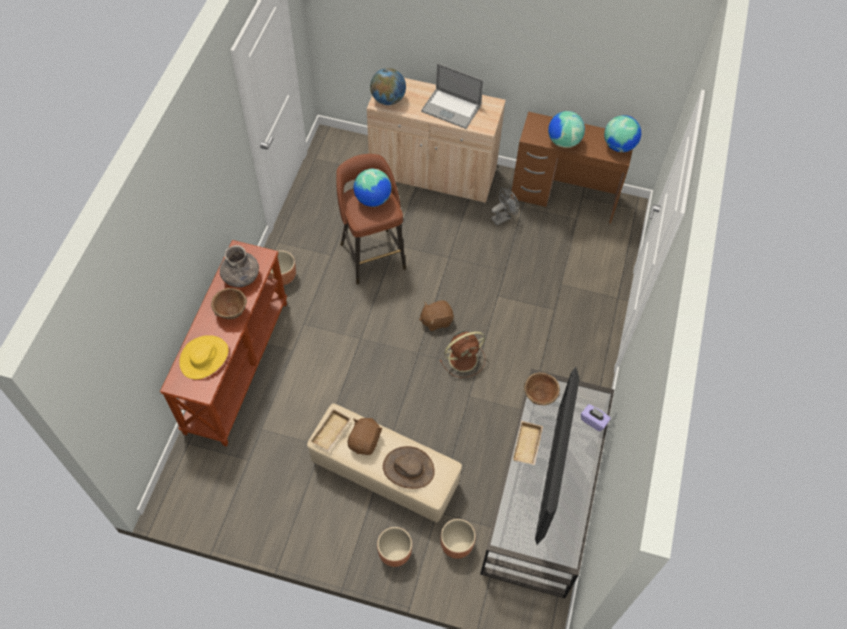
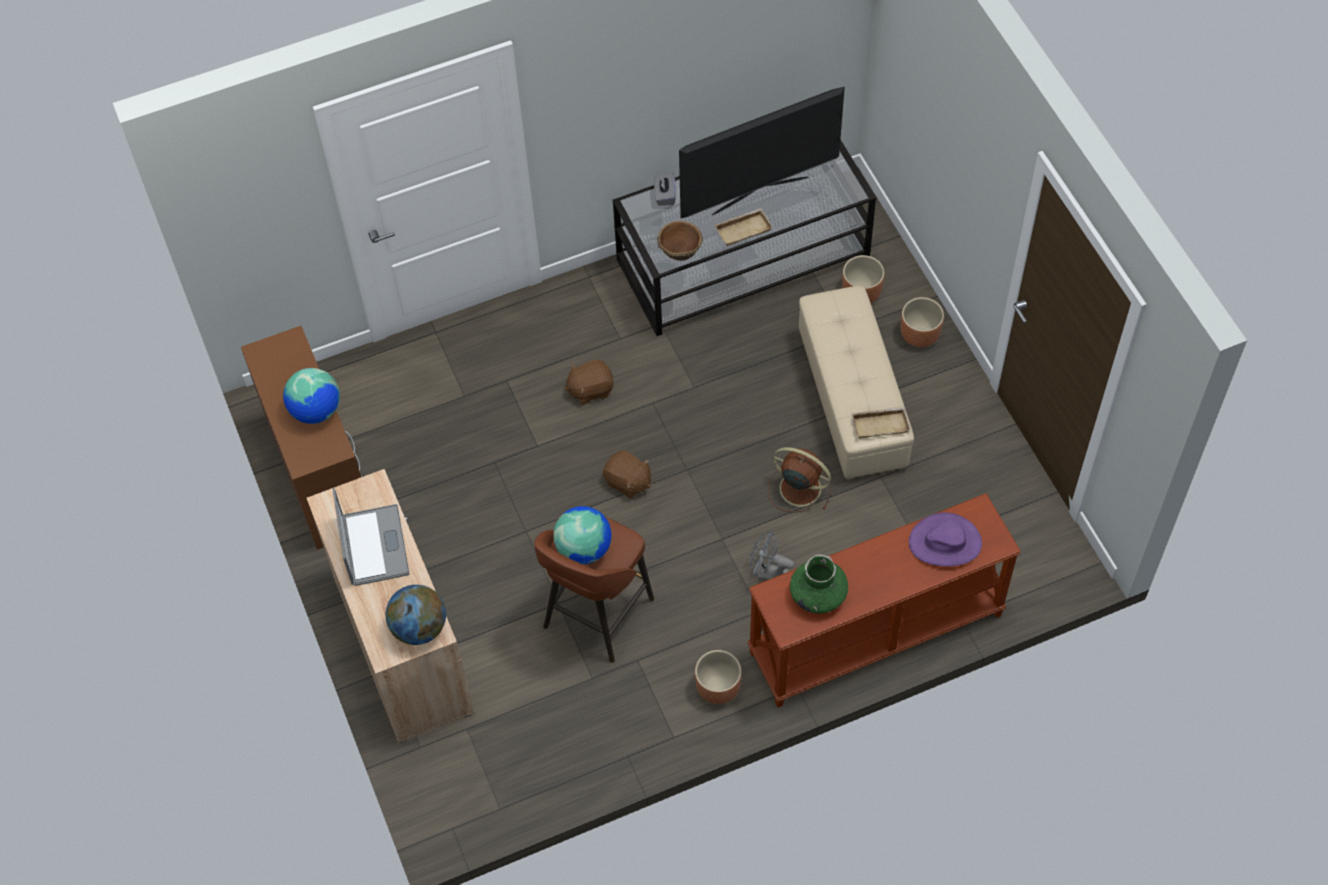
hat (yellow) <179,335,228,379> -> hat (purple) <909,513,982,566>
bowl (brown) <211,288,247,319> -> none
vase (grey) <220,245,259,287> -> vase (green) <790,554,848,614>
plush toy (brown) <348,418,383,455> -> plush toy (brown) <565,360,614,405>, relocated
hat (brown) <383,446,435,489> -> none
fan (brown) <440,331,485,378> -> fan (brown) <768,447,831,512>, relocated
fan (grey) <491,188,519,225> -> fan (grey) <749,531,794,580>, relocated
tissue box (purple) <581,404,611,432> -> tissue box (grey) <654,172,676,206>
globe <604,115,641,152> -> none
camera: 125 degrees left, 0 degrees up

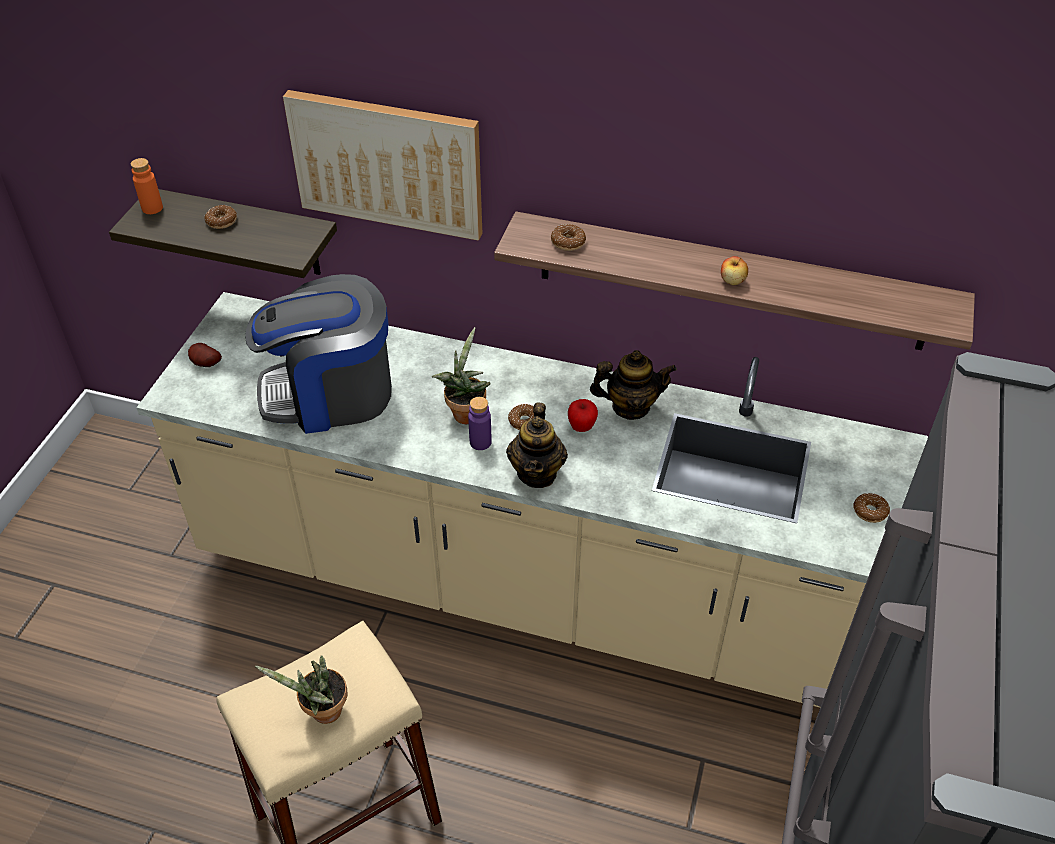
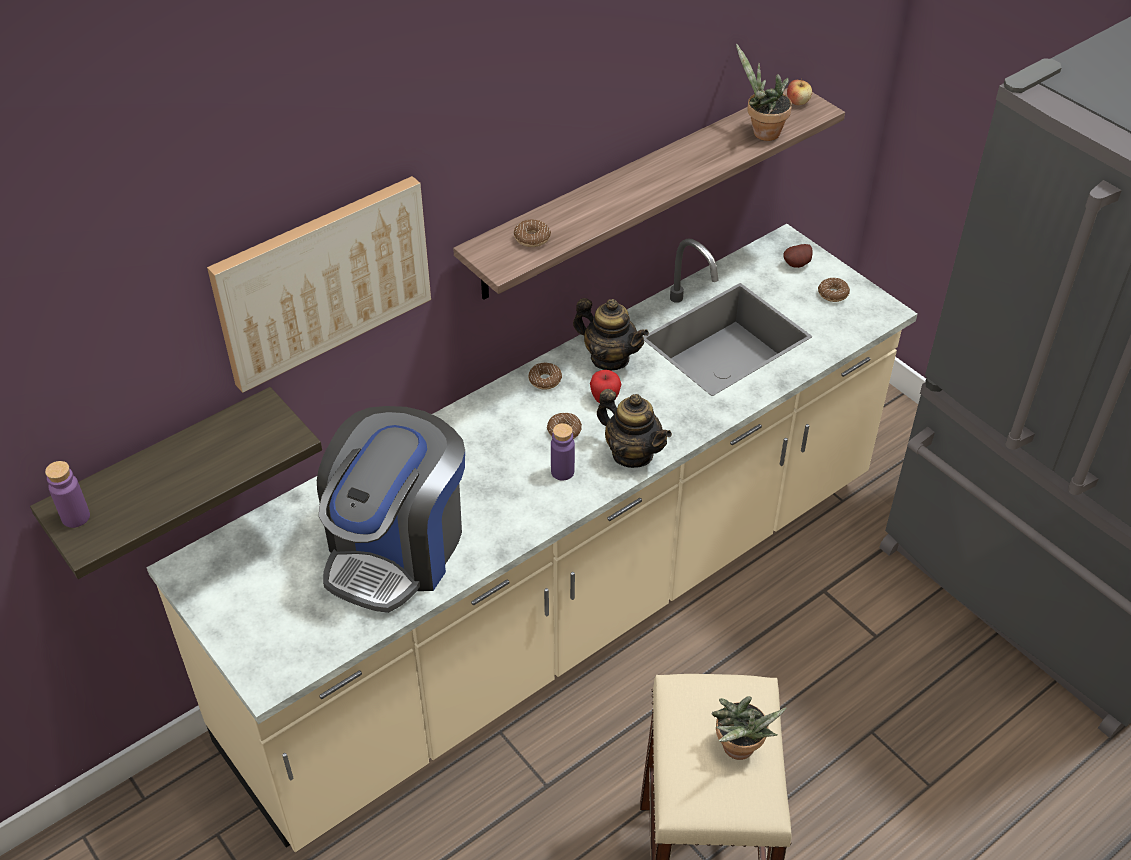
bottle (orange) <131,158,163,214> -> bottle (purple) <45,461,90,528>
potato <188,343,222,367> -> potato <783,244,813,268>, relocated
donut <204,205,237,229> -> donut <528,363,562,390>, relocated
potted plant <431,327,490,424> -> potted plant <736,44,792,141>, relocated
teapot <590,350,677,420> -> teapot <573,298,649,370>, 90 degrees clockwise
apple <721,256,748,285> -> apple <787,78,812,105>, relocated
camera: 55 degrees left, 0 degrees up

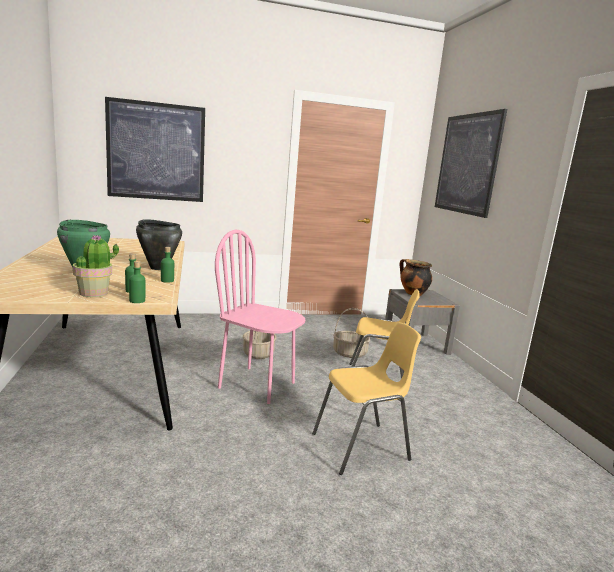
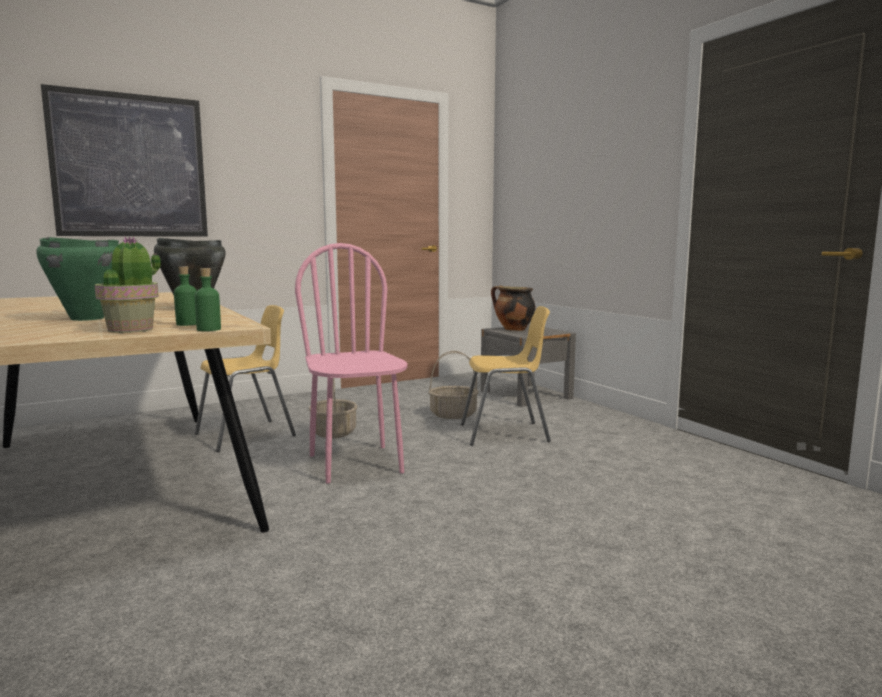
bottle (green) <161,247,174,283> -> none
chair (pink) <215,230,305,404> -> chair (pink) <295,243,408,484>, 60 degrees clockwise
chair (yellow) <312,322,421,475> -> chair (yellow) <195,305,296,452>, relocated
picture <435,109,507,218> -> none
camera: 15 degrees left, 5 degrees down

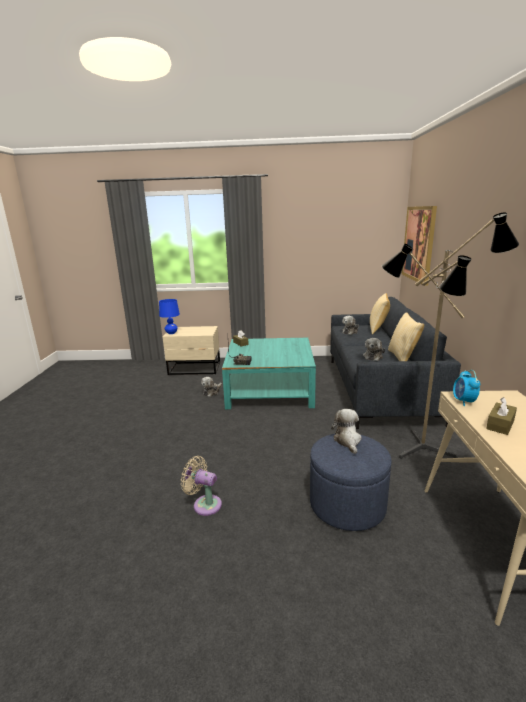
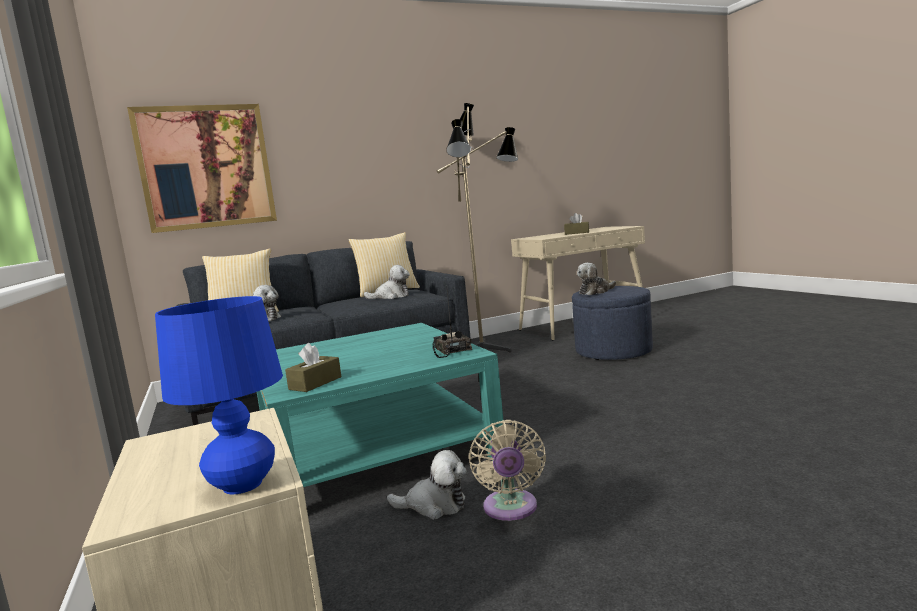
fan (beige) <181,456,222,516> -> fan (beige) <468,420,546,521>, relocated
alarm clock <453,370,480,406> -> none
camera: 115 degrees left, 10 degrees down

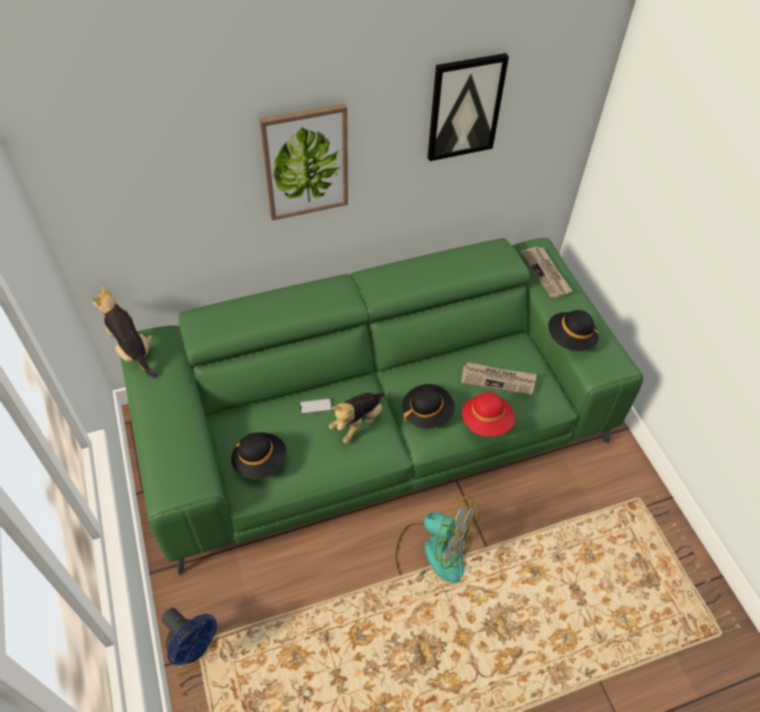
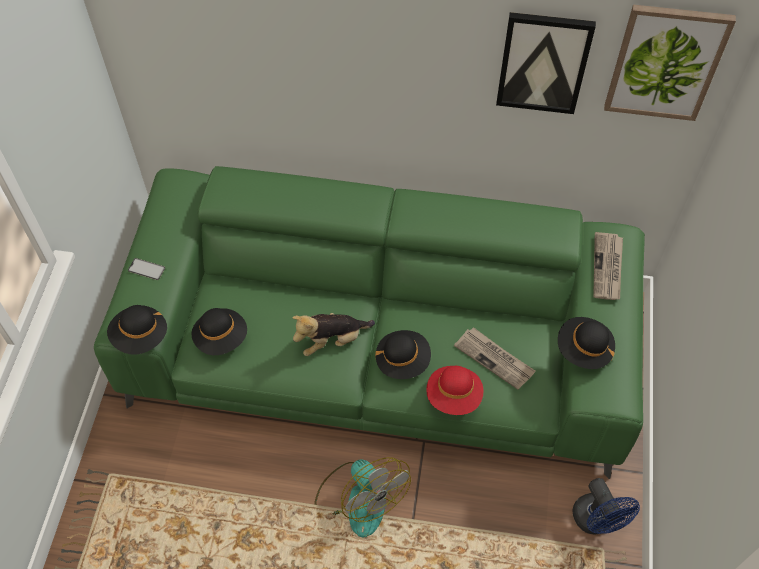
plush toy <93,286,157,378> -> none
fan (blue) <161,608,217,666> -> fan (blue) <573,478,640,534>, relocated
picture <259,103,348,221> -> picture <604,5,736,121>, relocated
phone <299,398,332,415> -> phone <128,258,165,280>, relocated
none -> hat (black) <107,305,167,355>
camera: 30 degrees right, 5 degrees up

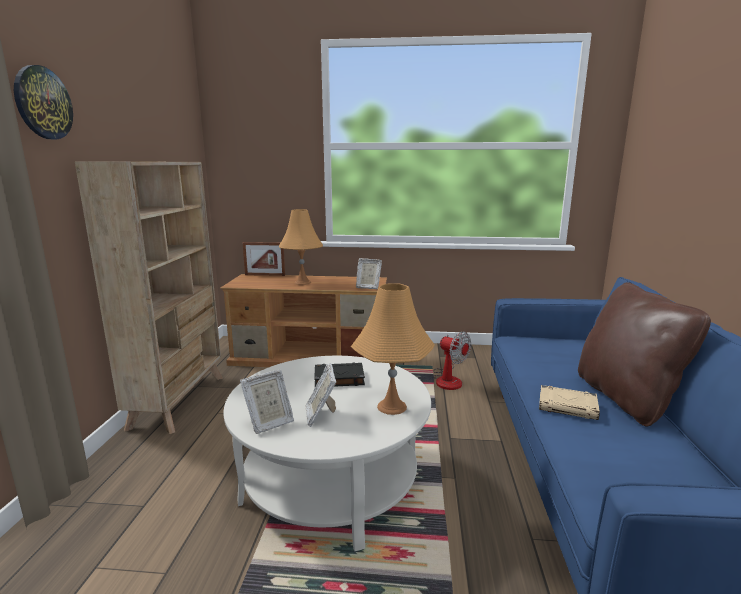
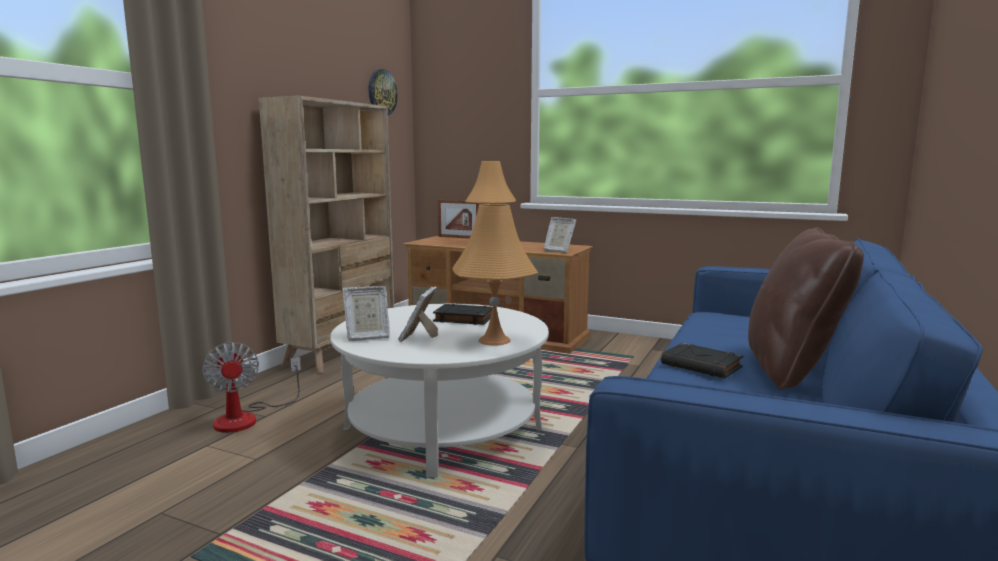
wall clock <14,65,73,139> -> wall clock <369,69,398,115>, relocated
fan <434,332,471,390> -> fan <202,342,301,433>, relocated
book (beige) <539,385,600,420> -> book (black) <661,343,743,378>
camera: 20 degrees right, 5 degrees down

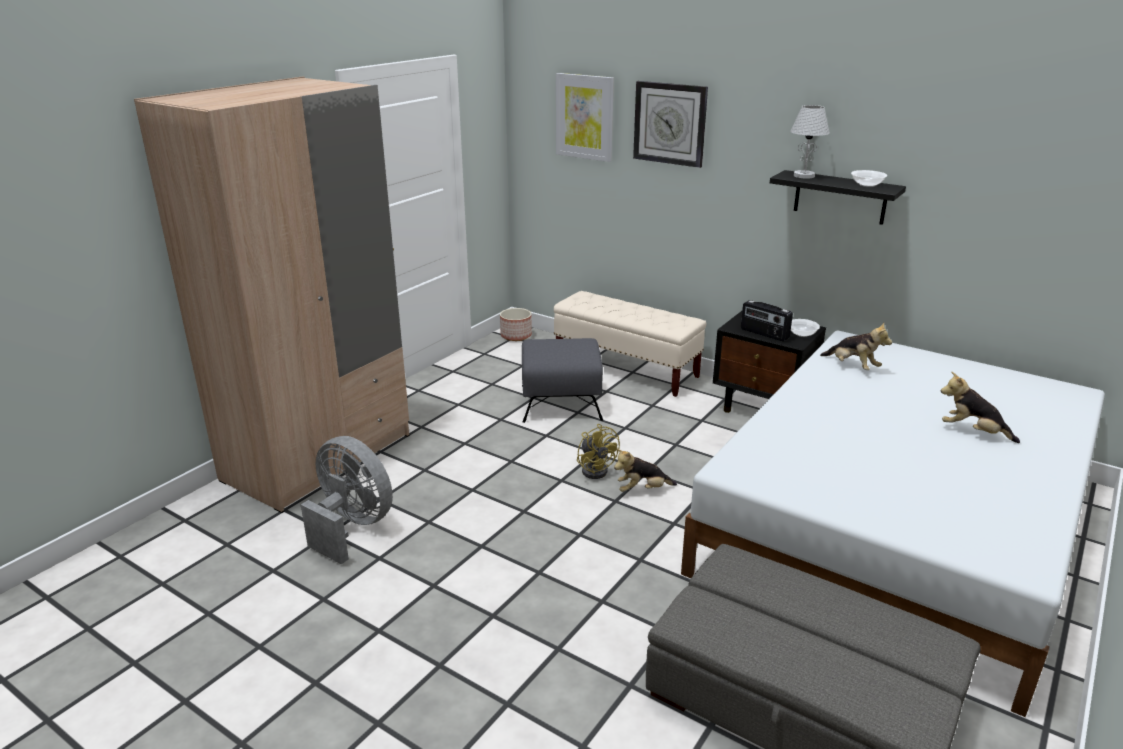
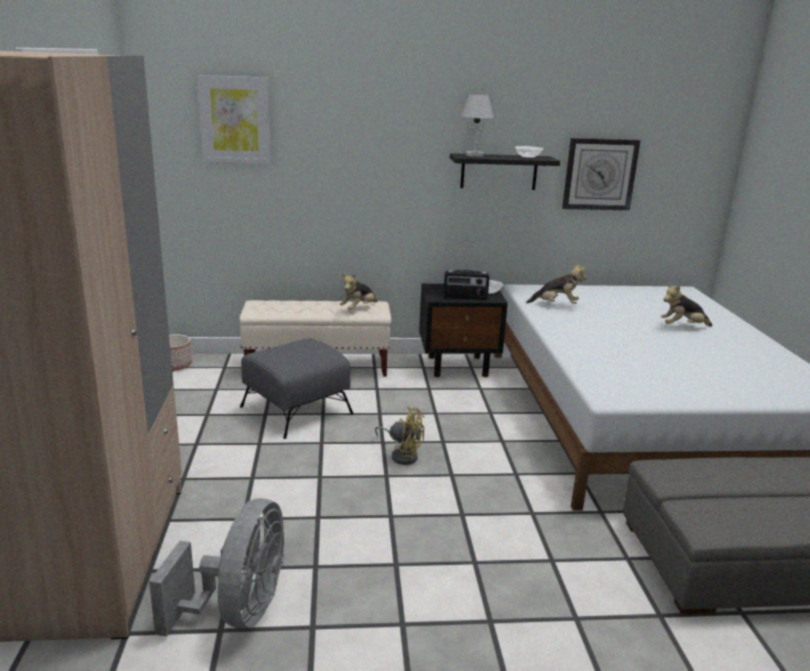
fan (grey) <301,436,393,564> -> fan (grey) <149,498,284,637>, 105 degrees clockwise
plush toy <614,449,677,492> -> plush toy <340,274,377,310>, relocated
wall clock <633,81,708,168> -> wall clock <562,138,641,210>, relocated
camera: 40 degrees left, 5 degrees down

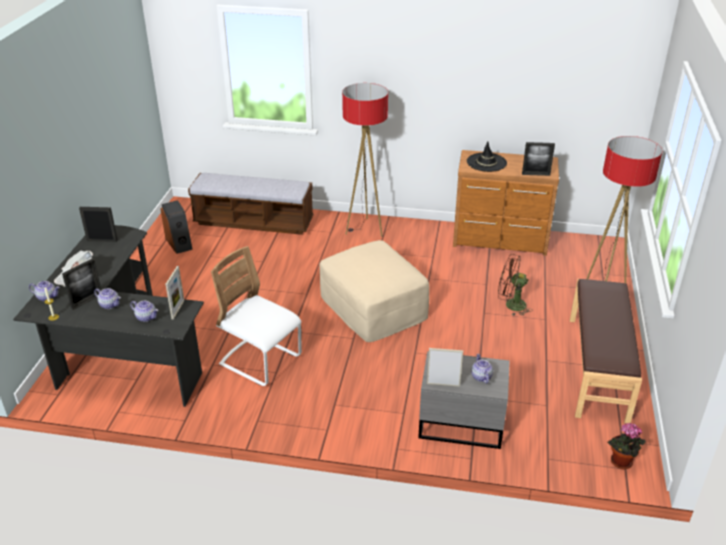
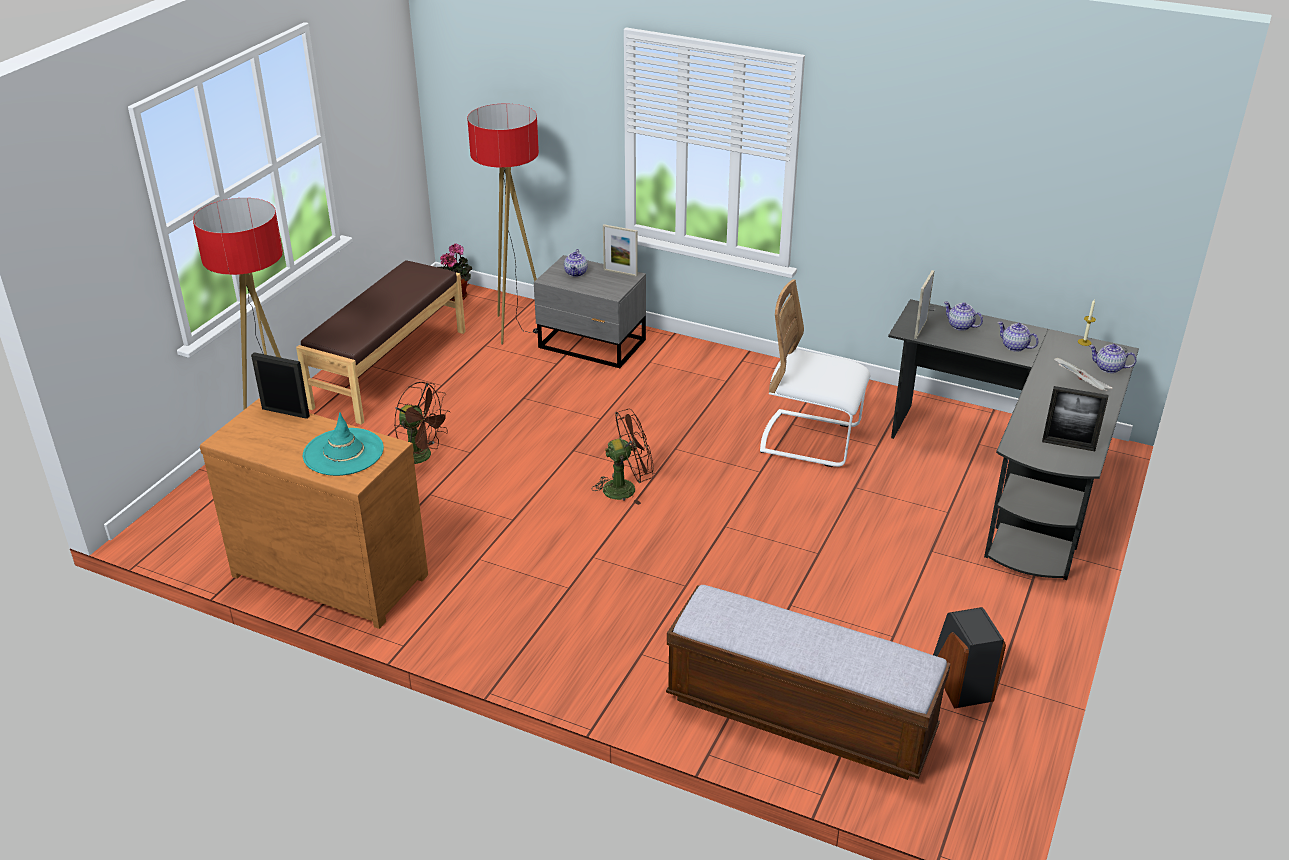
picture frame <62,258,102,310> -> none
chair (white) <211,246,302,386> -> chair (white) <760,279,870,467>, 150 degrees clockwise
ottoman (beige) <320,240,429,342> -> fan (brown) <592,409,654,505>
floor lamp <342,83,388,237> -> floor lamp <467,103,539,344>, relocated
hat (black) <467,141,507,172> -> hat (turquoise) <303,412,384,476>
camera: 165 degrees left, 0 degrees up

